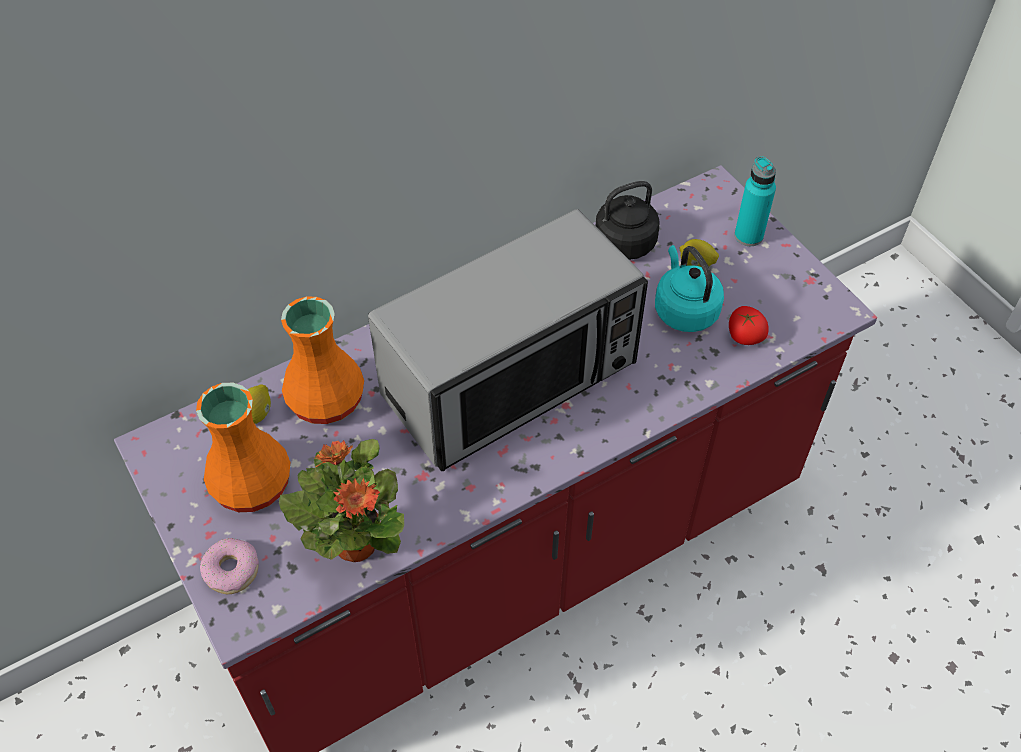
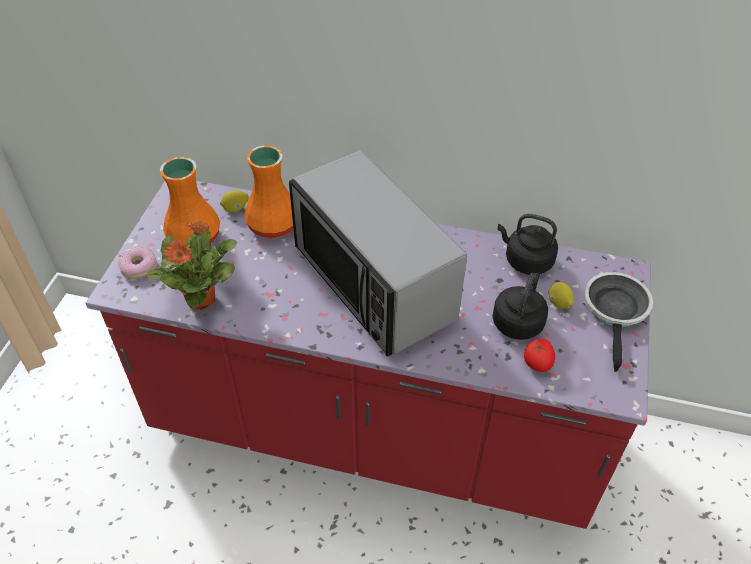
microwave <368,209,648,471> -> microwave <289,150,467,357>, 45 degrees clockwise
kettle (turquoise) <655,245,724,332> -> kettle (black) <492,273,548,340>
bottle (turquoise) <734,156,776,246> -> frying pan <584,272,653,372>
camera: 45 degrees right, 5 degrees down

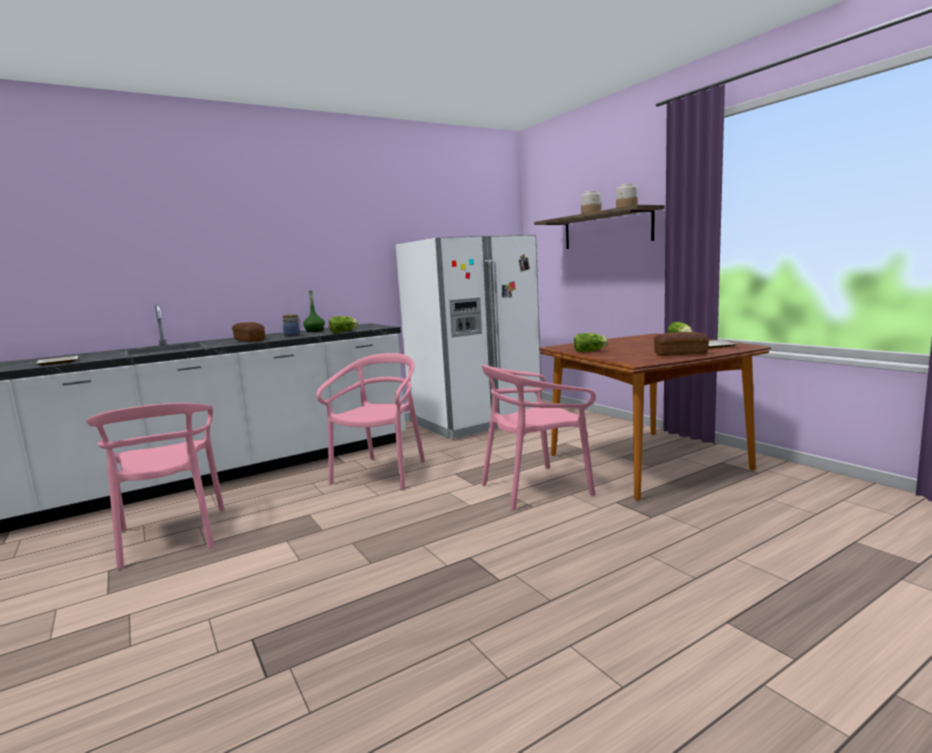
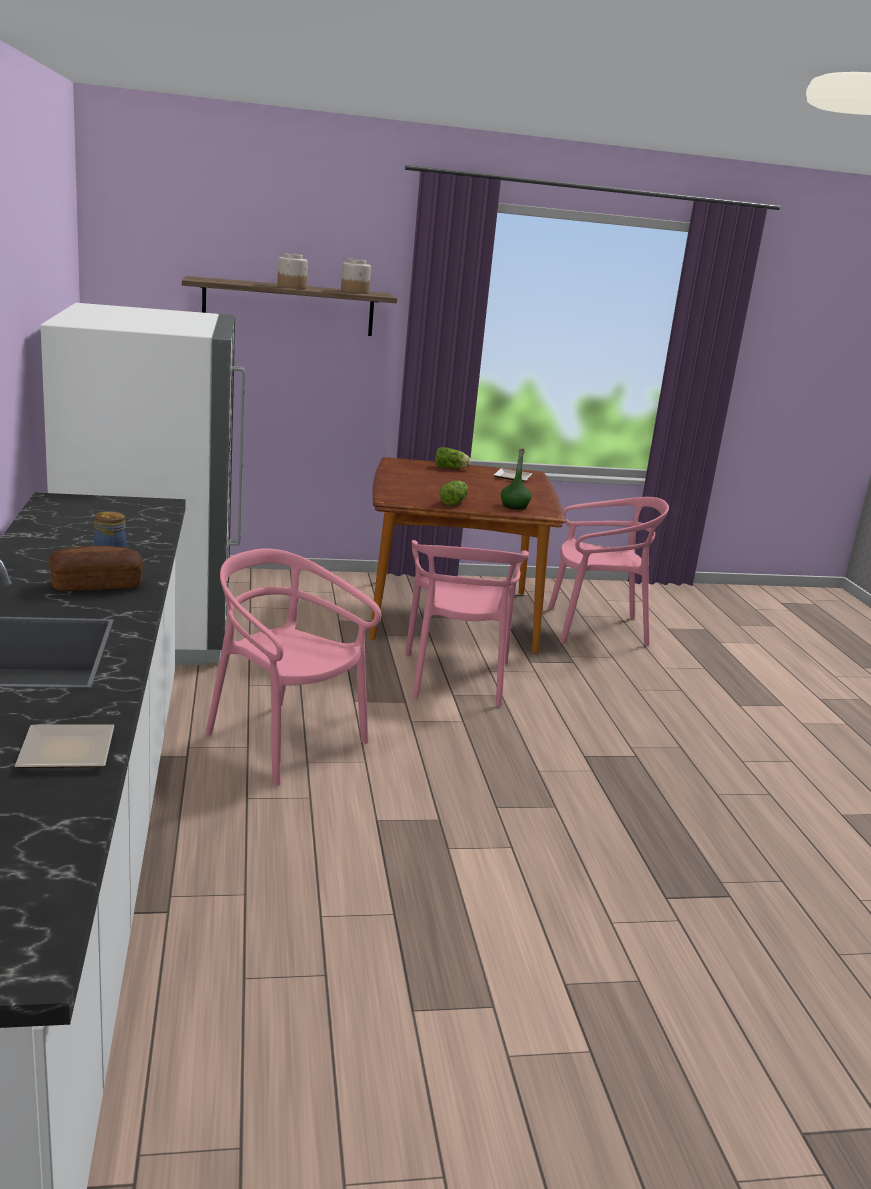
chair (pink) <86,403,224,569> -> chair (pink) <548,497,669,646>, relocated
bottle (green) <303,291,325,332> -> bottle (green) <501,448,531,509>, relocated
lettuce <329,316,358,333> -> none
bread <654,332,709,356> -> none
camera: 70 degrees left, 10 degrees up

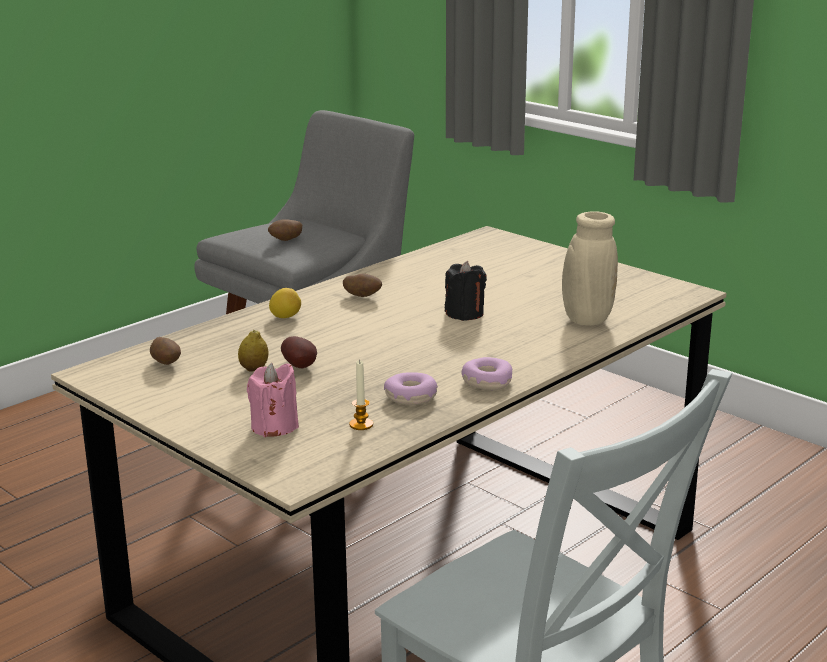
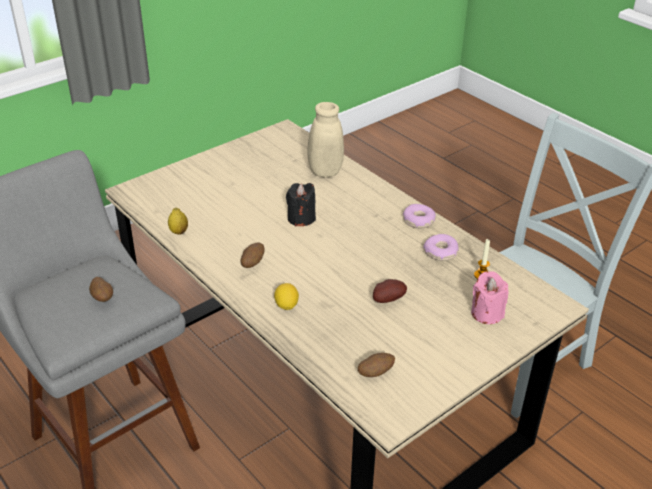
lemon <238,330,269,372> -> lemon <168,208,188,235>, relocated
camera: 85 degrees left, 15 degrees up

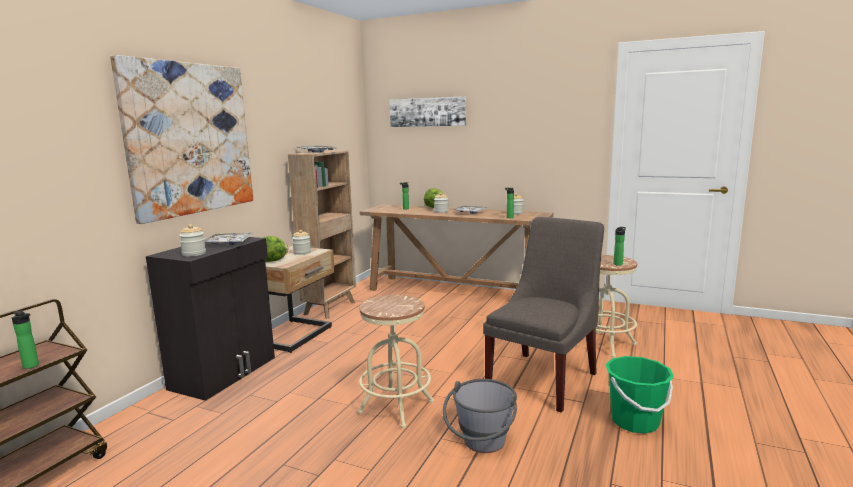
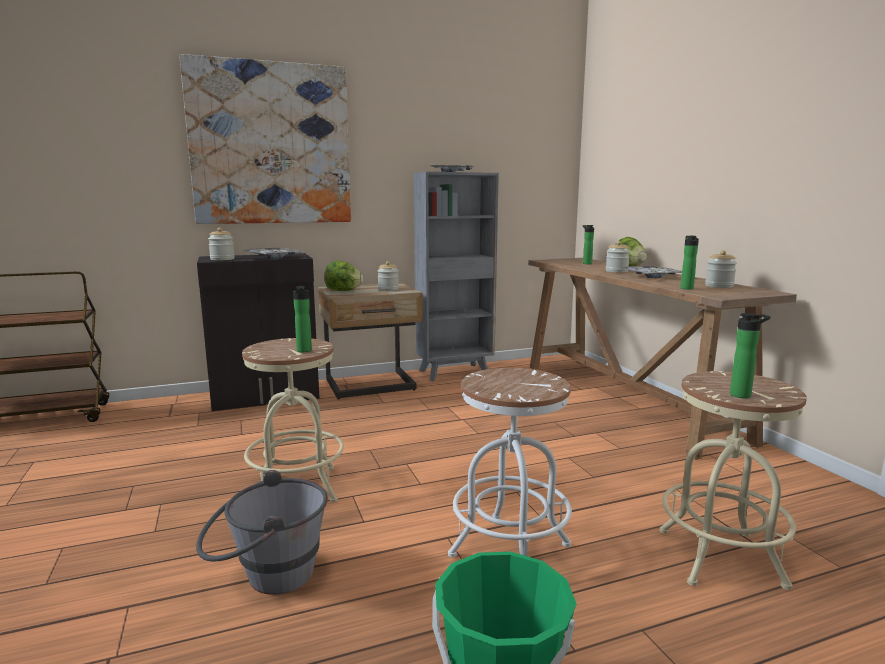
bottle <12,311,39,369> -> bottle <293,286,312,352>, relocated
bookcase (brown) <288,150,356,319> -> bookcase (grey) <414,172,499,382>
picture <389,96,466,127> -> none
chair (grey) <483,217,604,413> -> stool (white) <448,368,572,557>
camera: 45 degrees right, 0 degrees up

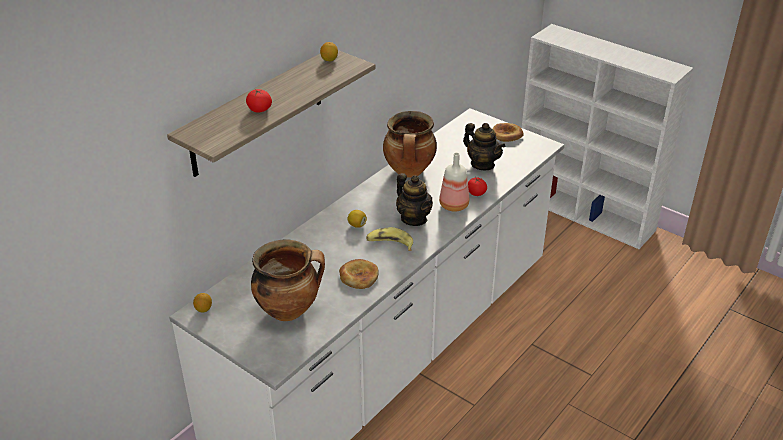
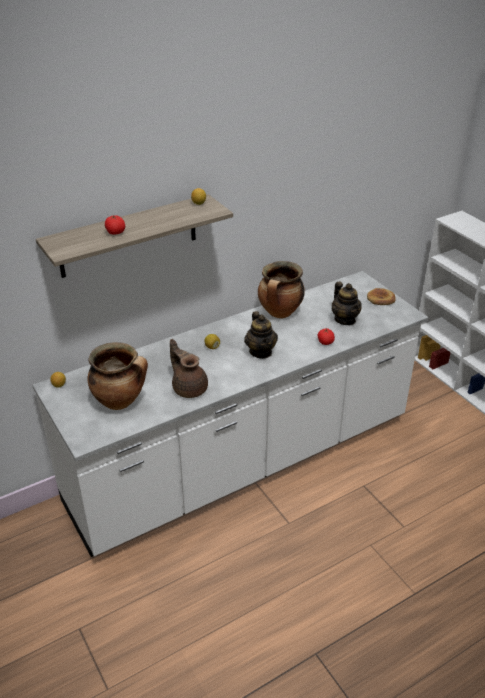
bread <339,259,379,289> -> teapot (brown) <170,339,208,398>
banana <366,227,413,251> -> none
bottle <439,153,469,212> -> none
camera: 20 degrees right, 0 degrees up

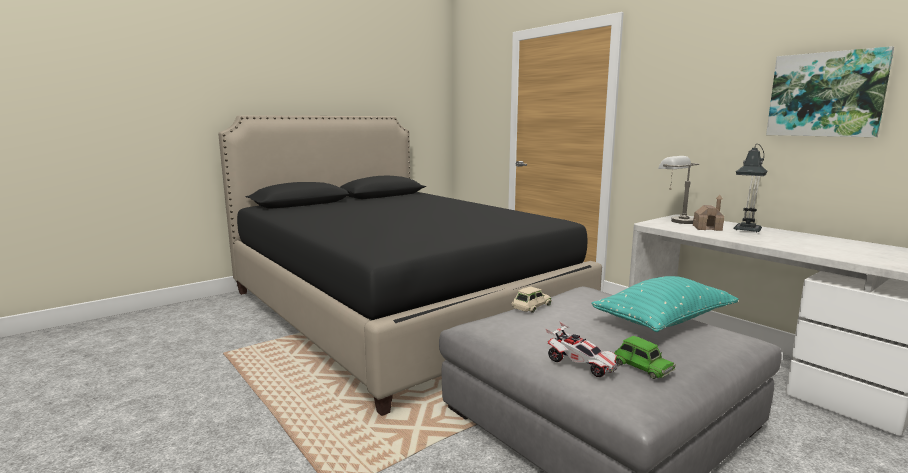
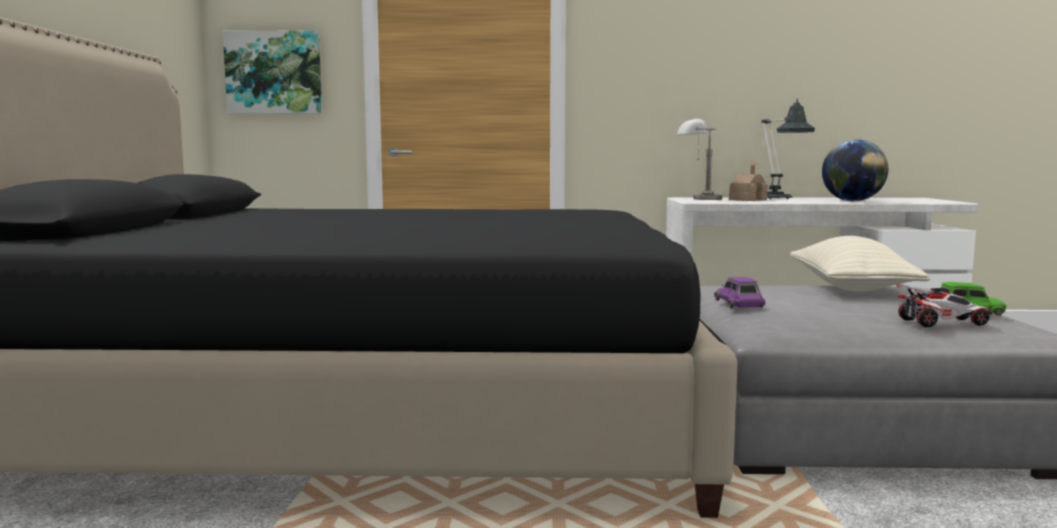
toy car (beige) <512,286,552,313> -> toy car (purple) <714,277,766,308>
pillow (turquoise) <591,276,738,332> -> pillow (beige) <790,236,930,291>
picture <766,46,894,137> -> picture <223,30,322,114>, relocated
none -> globe <822,139,888,201>
camera: 50 degrees left, 5 degrees down

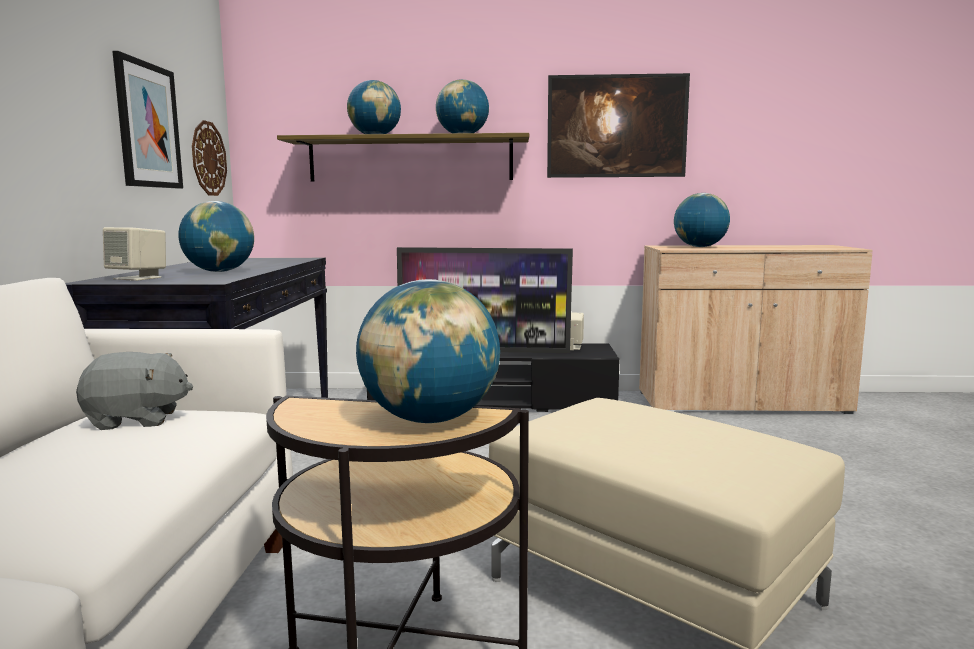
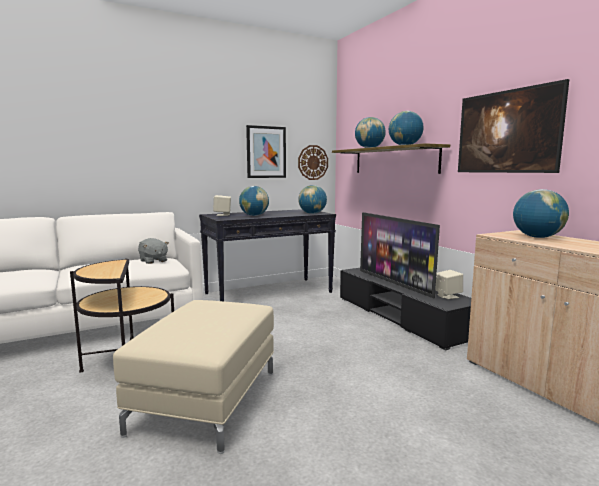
globe <356,279,500,423> -> globe <298,185,327,214>, relocated
camera: 60 degrees right, 0 degrees up

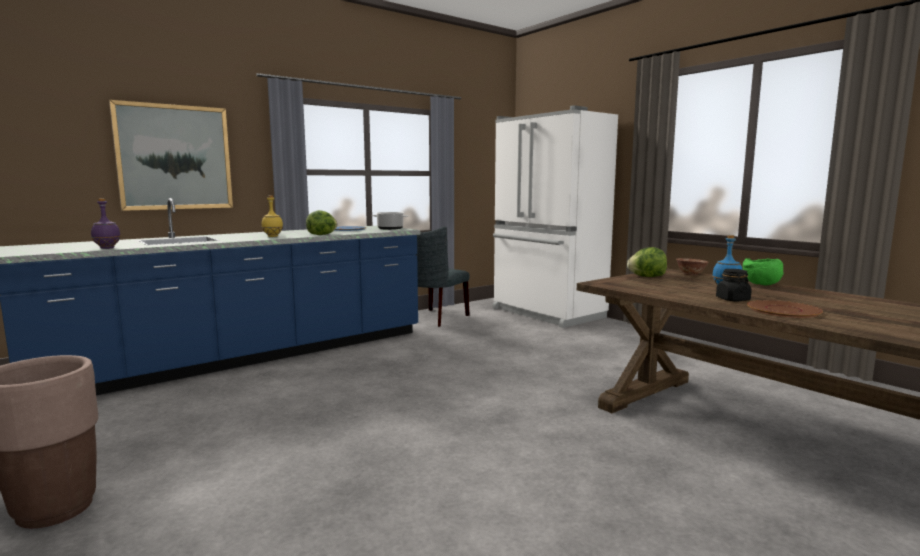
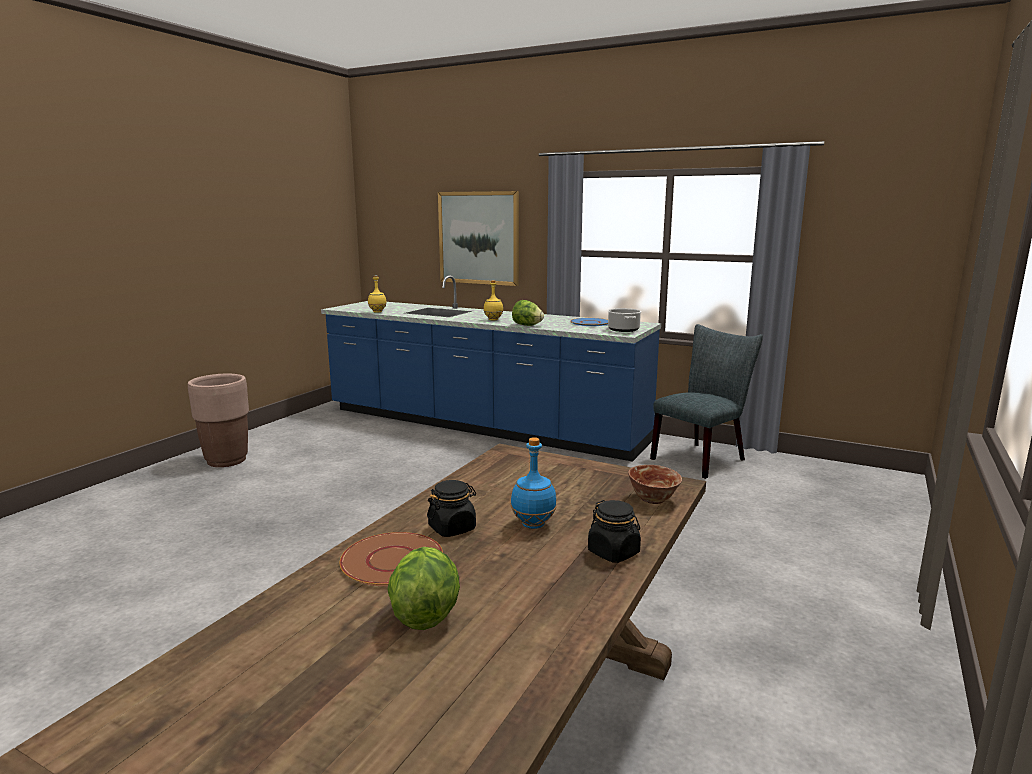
bottle (purple) <91,198,121,249> -> bottle (yellow) <368,275,387,313>
chair (grey) <402,226,469,327> -> chair (grey) <650,324,763,479>, 135 degrees clockwise
fridge (white) <493,105,618,328> -> none
lettuce <627,247,667,277> -> lettuce <387,547,460,630>, relocated
bowl (green) <743,258,783,285> -> jar (black) <588,500,641,563>
camera: 65 degrees right, 5 degrees up

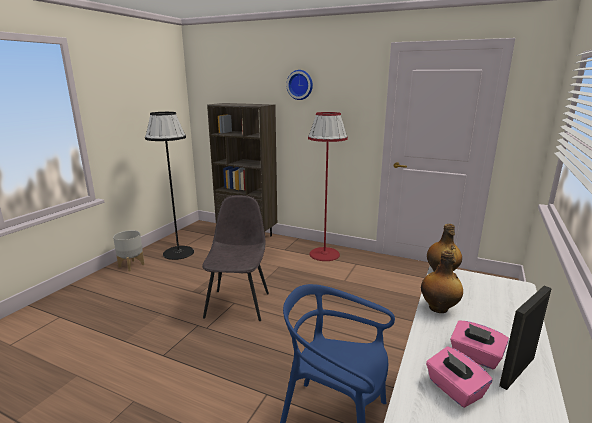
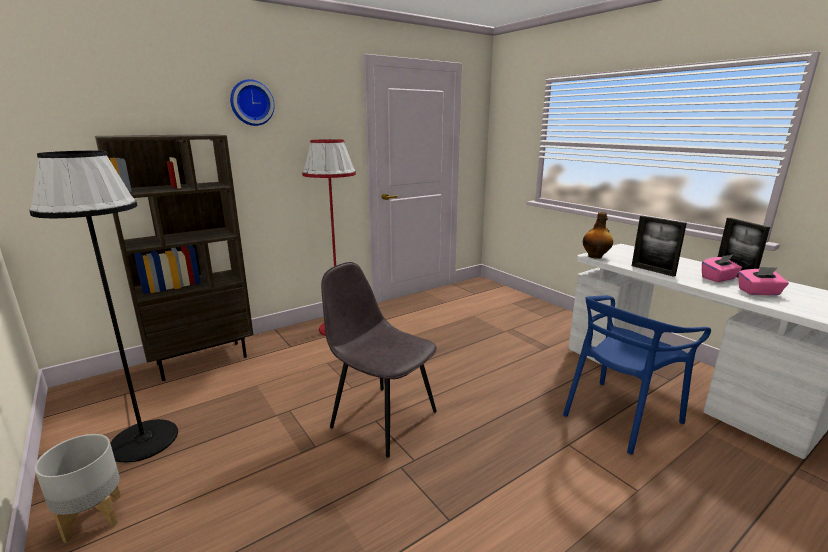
bottle <421,250,463,313> -> picture frame <632,216,687,277>
camera: 60 degrees left, 0 degrees up

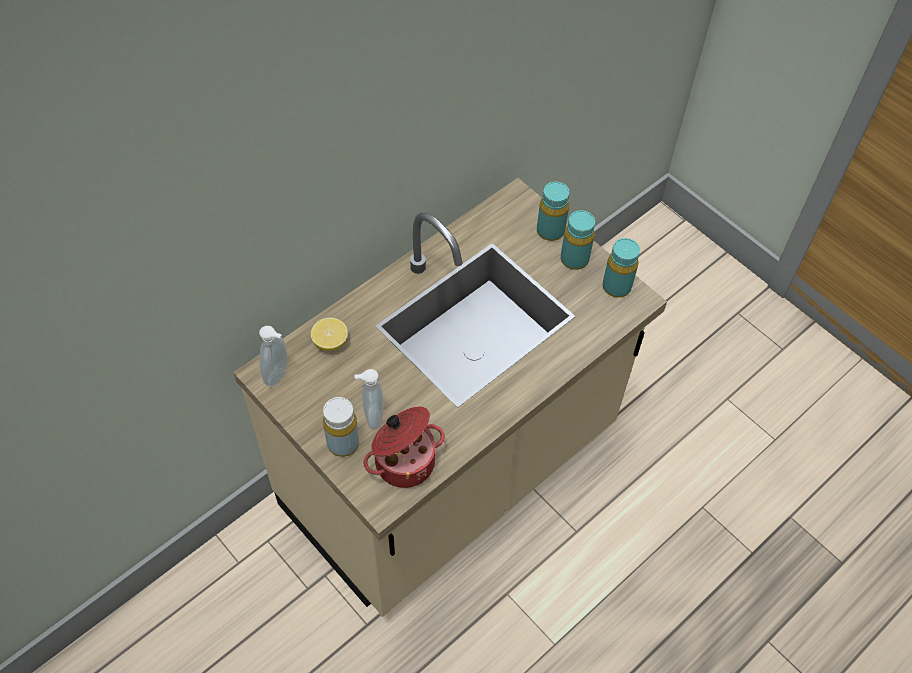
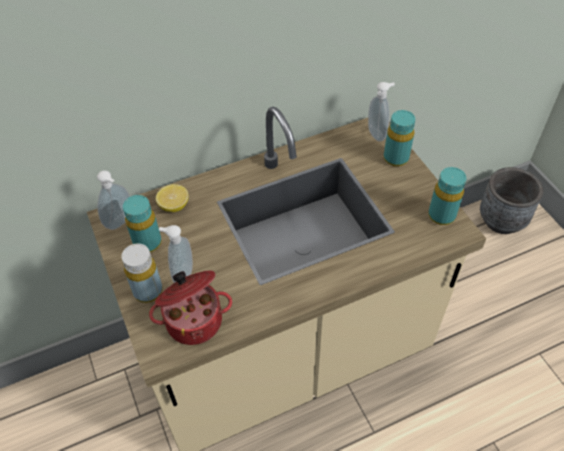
bottle (turquoise) <561,210,595,270> -> bottle (turquoise) <123,195,162,253>, relocated
none -> soap dispenser <368,82,395,141>
none -> planter (grey) <480,167,543,234>
camera: 20 degrees right, 5 degrees down

